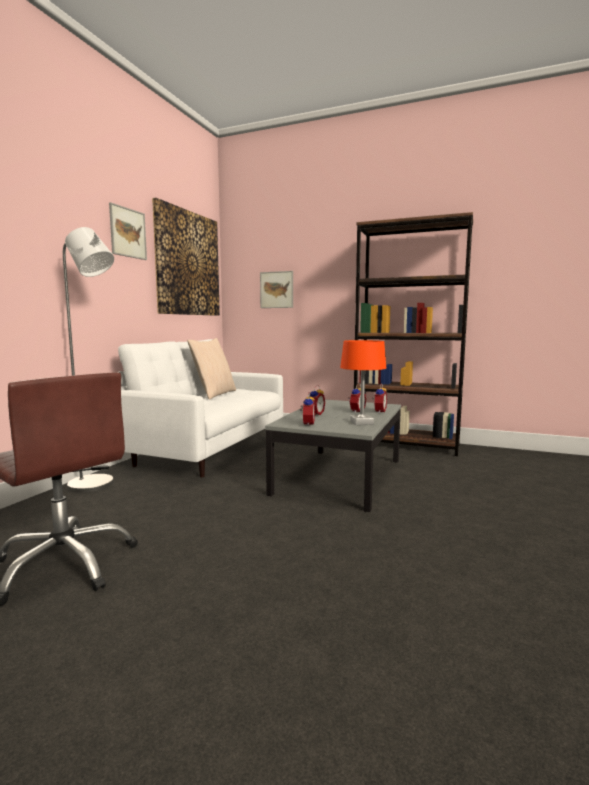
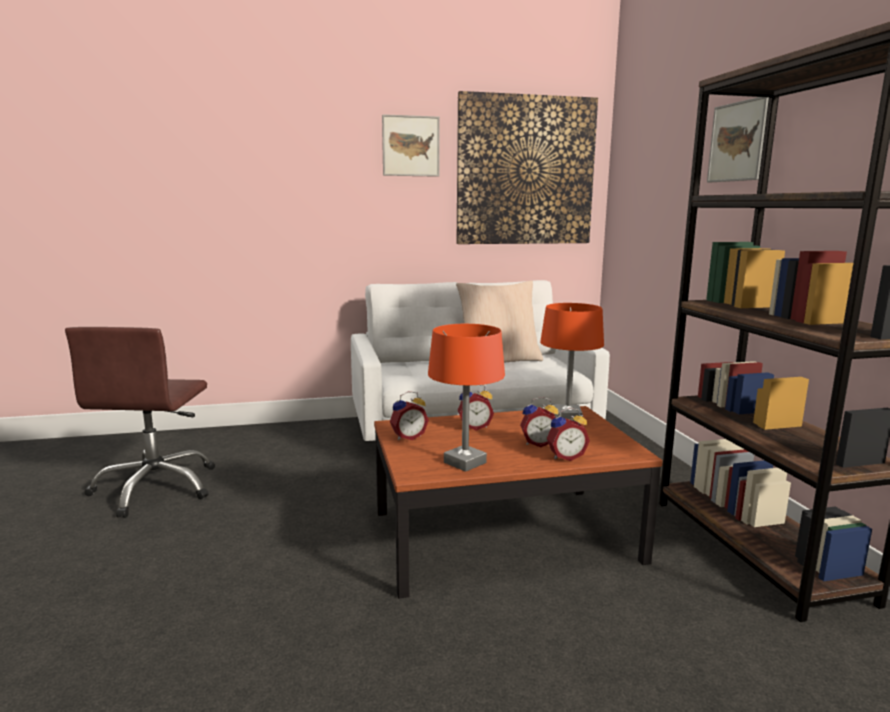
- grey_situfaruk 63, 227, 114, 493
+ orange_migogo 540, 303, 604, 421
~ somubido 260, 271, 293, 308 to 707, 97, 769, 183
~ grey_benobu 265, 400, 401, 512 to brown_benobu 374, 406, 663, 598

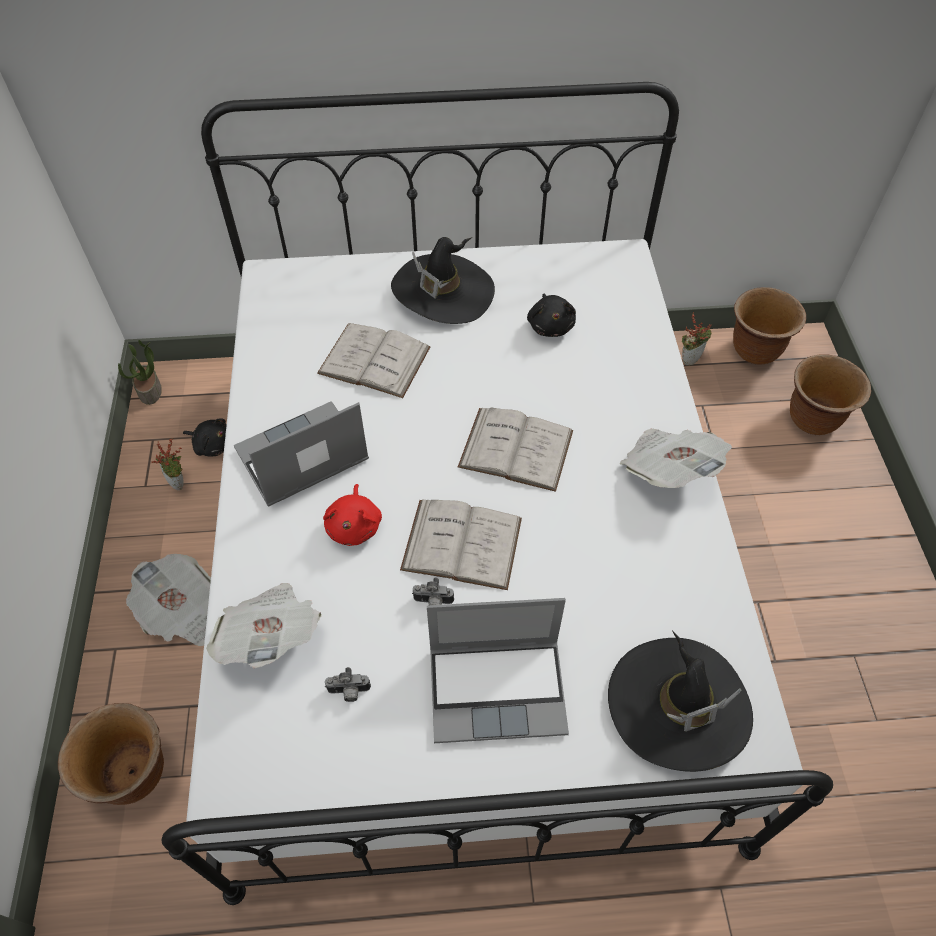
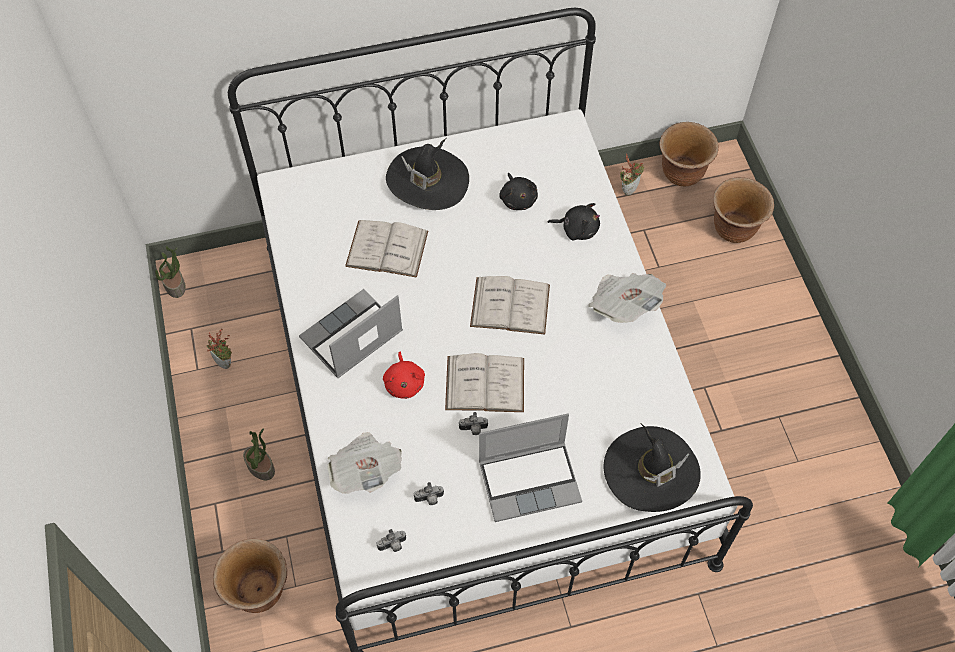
+ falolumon 377, 529, 406, 552
~ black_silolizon 183, 418, 227, 456 to 547, 203, 600, 241
~ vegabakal 126, 554, 211, 646 to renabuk 243, 428, 275, 480

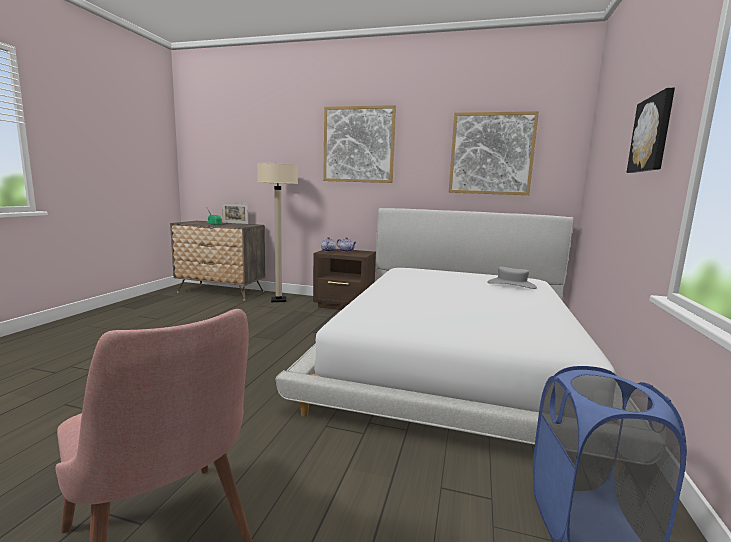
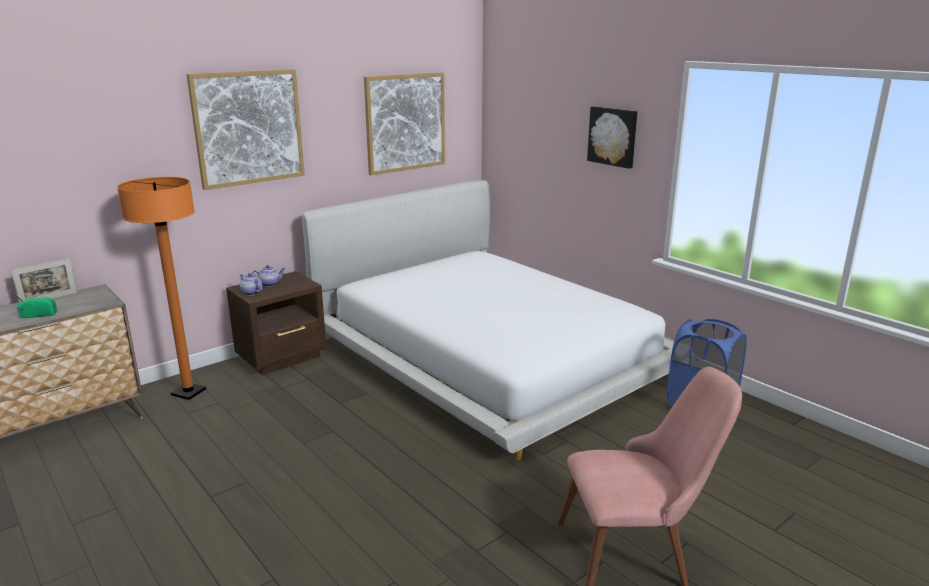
- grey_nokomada 487, 267, 537, 289
~ beige_situfaruk 257, 163, 298, 302 to orange_situfaruk 117, 177, 206, 400

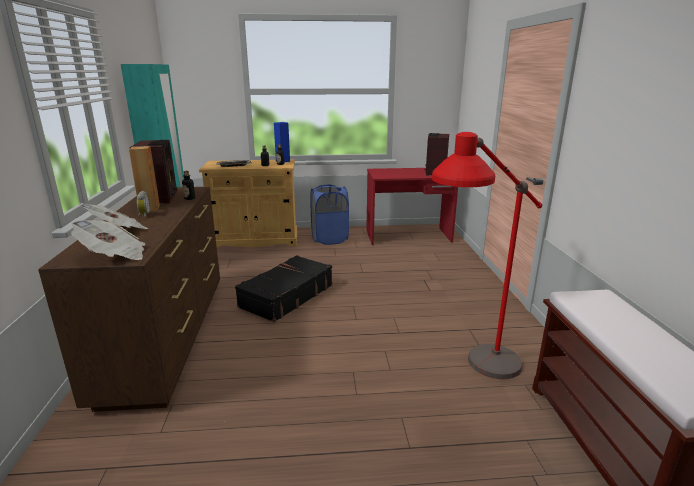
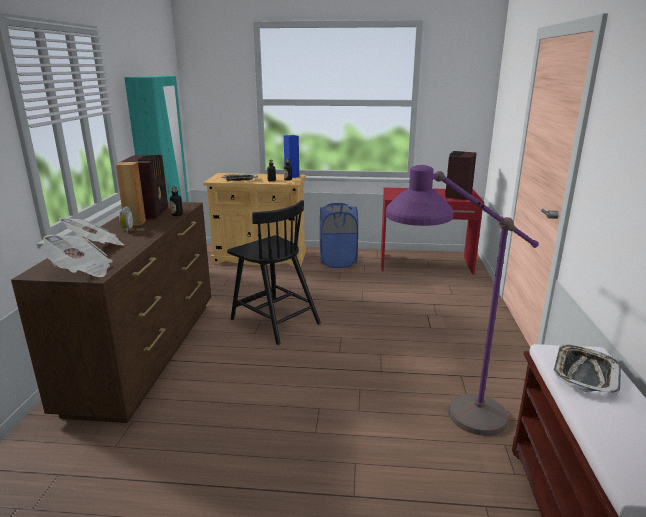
+ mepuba 554, 344, 621, 395
~ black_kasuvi 235, 255, 332, 322 to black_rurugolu 227, 200, 321, 345
~ red_situfaruk 432, 132, 542, 379 to purple_situfaruk 386, 165, 539, 436

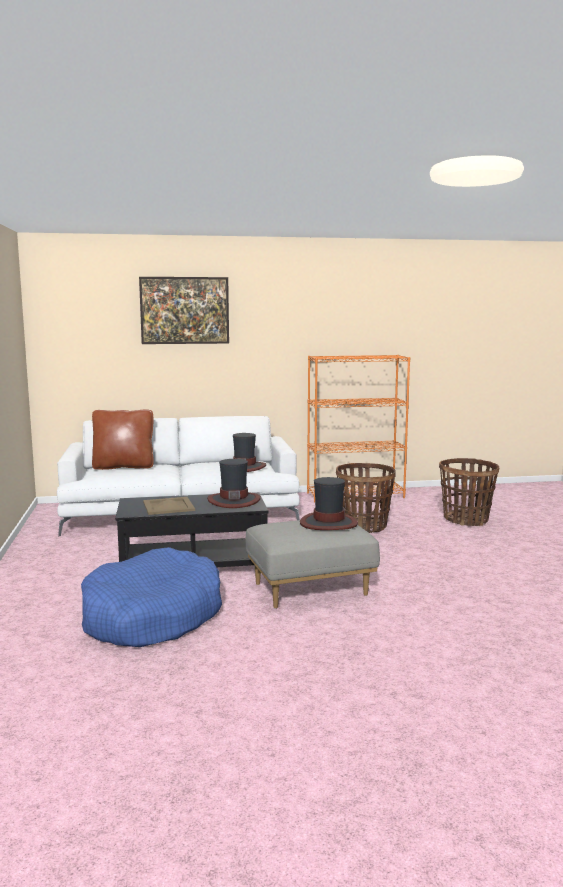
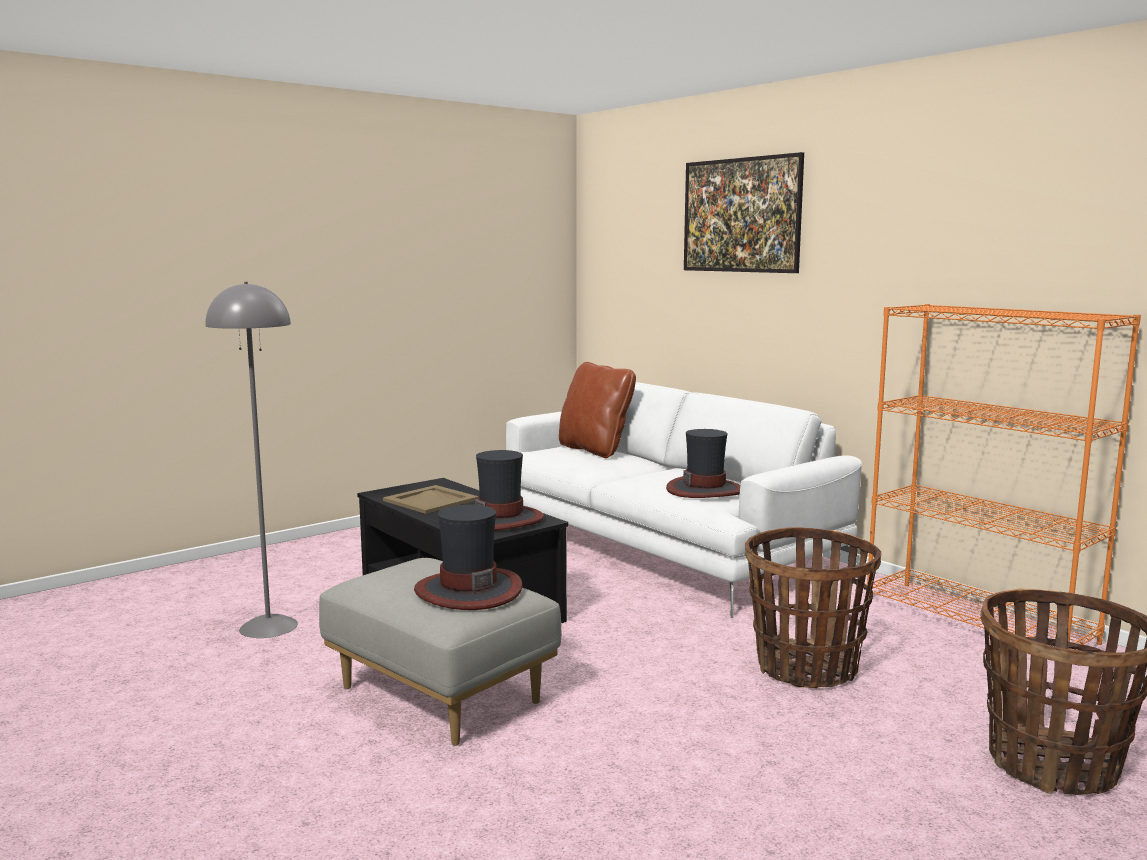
~ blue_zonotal 81, 547, 222, 647 to grey_situfaruk 205, 282, 298, 638

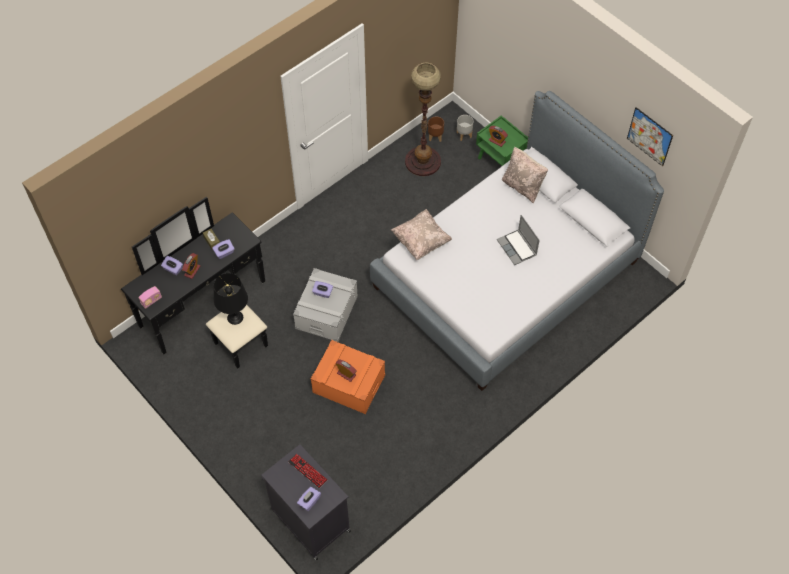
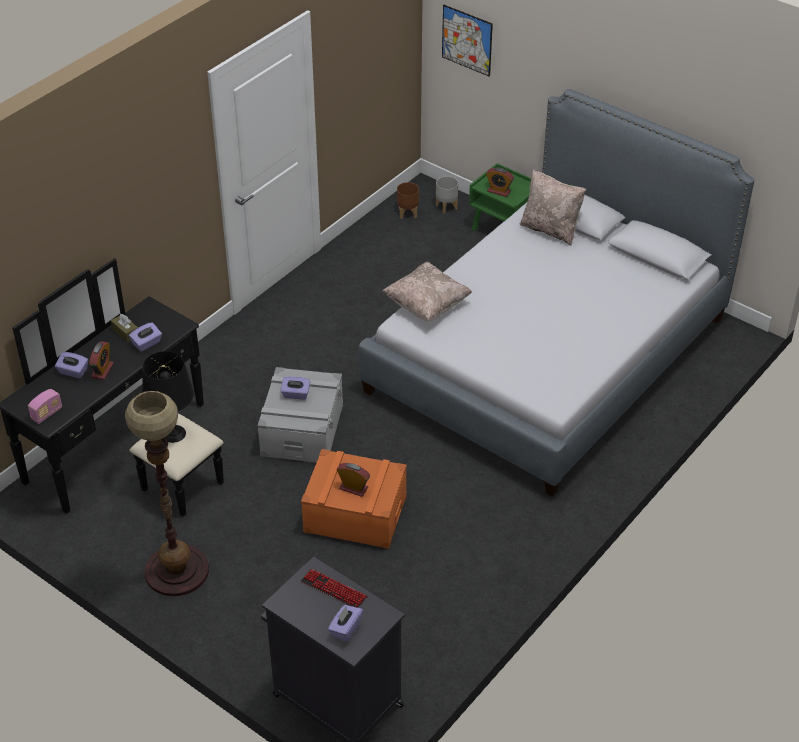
- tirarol 497, 215, 540, 265
~ situfaruk 405, 63, 441, 176 to 125, 391, 209, 596
~ somubido 627, 107, 673, 167 to 442, 5, 493, 76

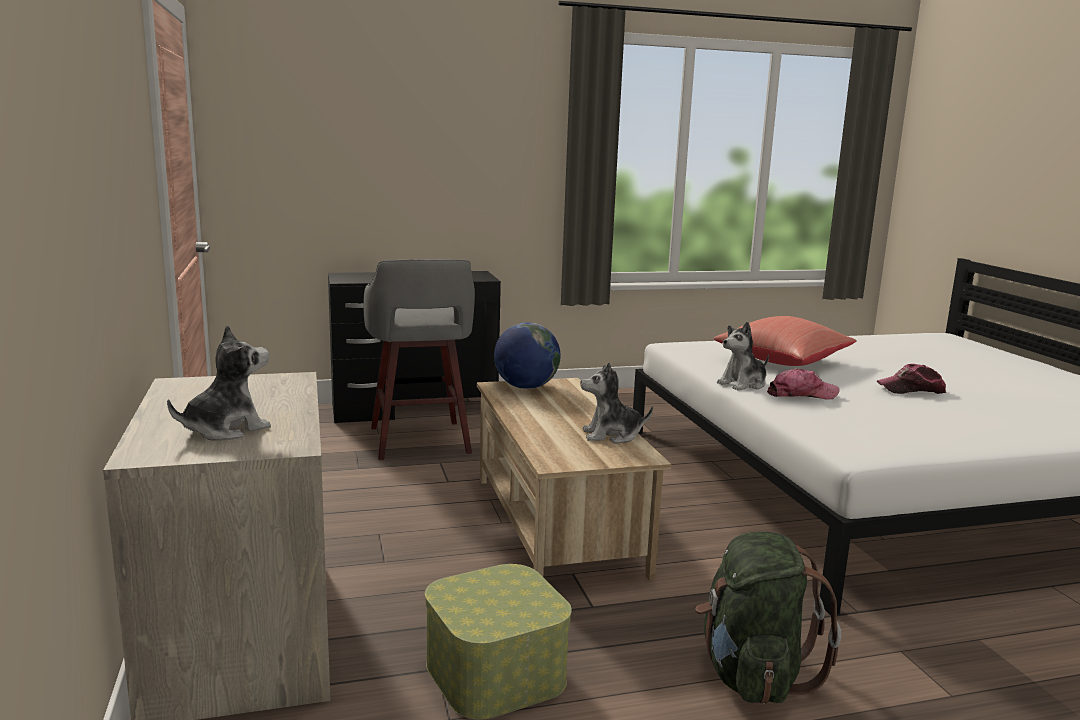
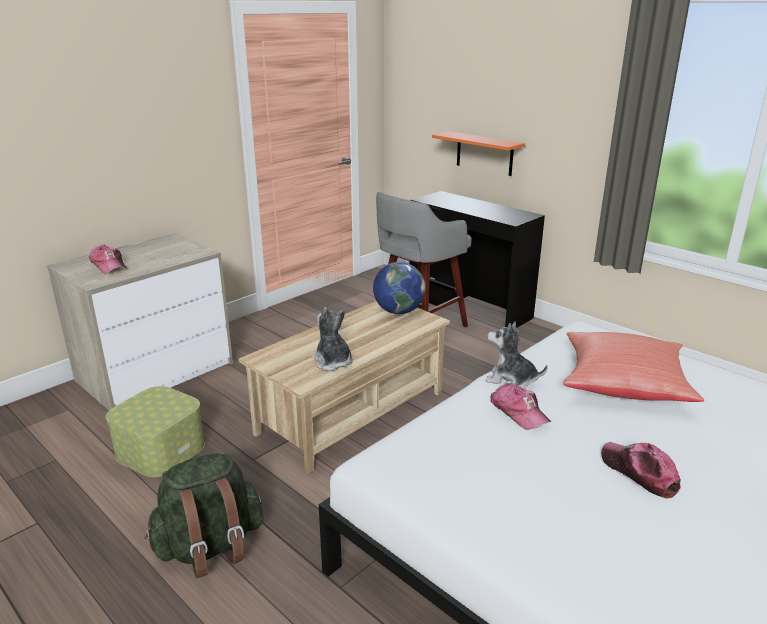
+ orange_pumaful 432, 131, 525, 176
~ silolizon 167, 325, 271, 441 to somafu 89, 244, 127, 274

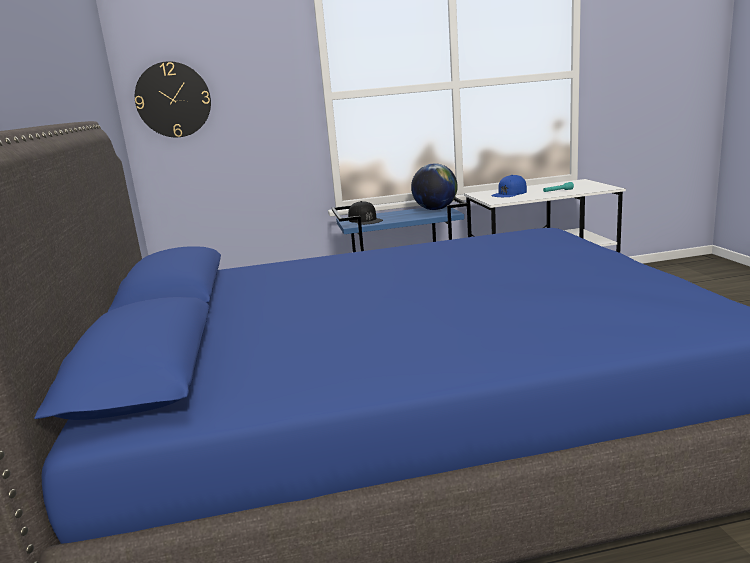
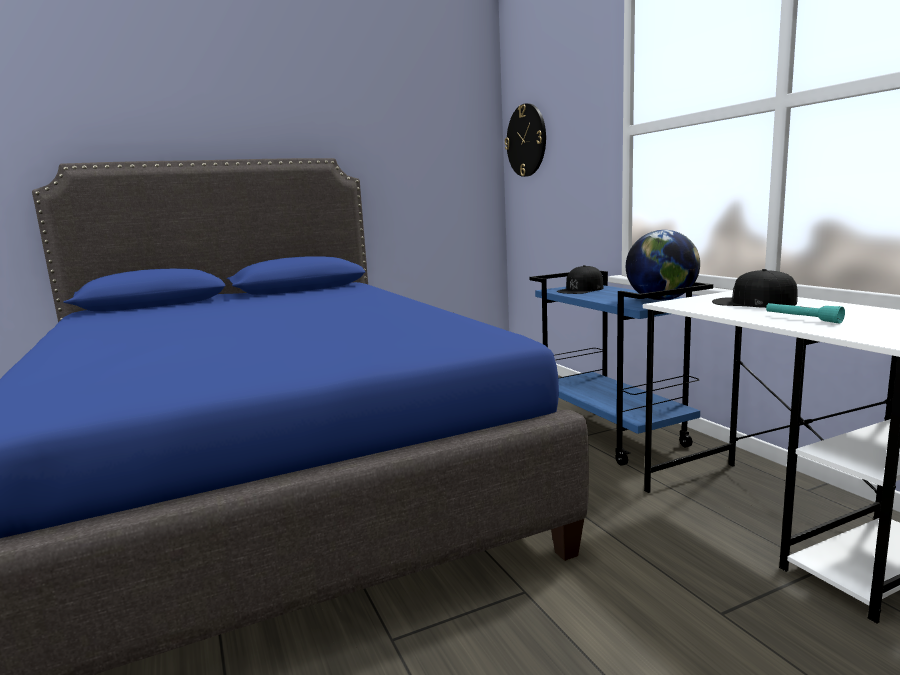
~ blue_somafu 491, 175, 527, 197 to black_somafu 712, 269, 798, 308

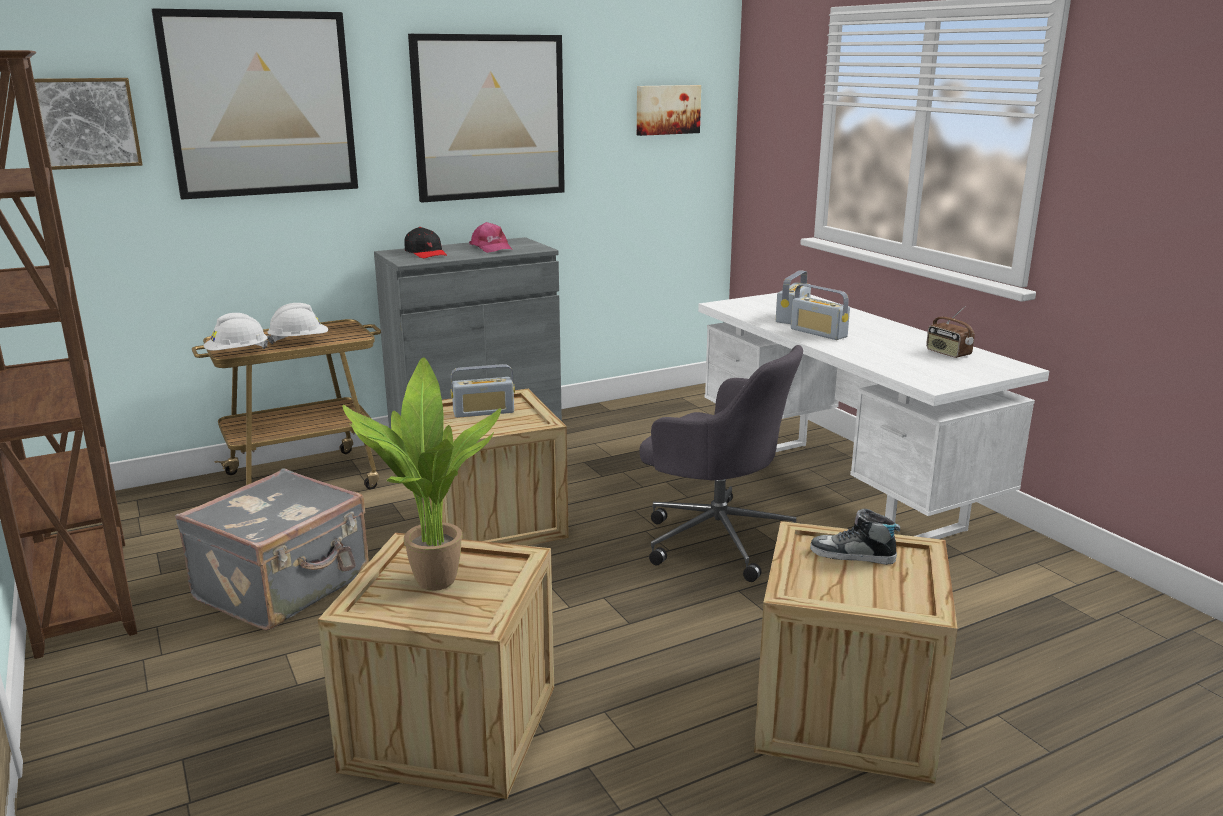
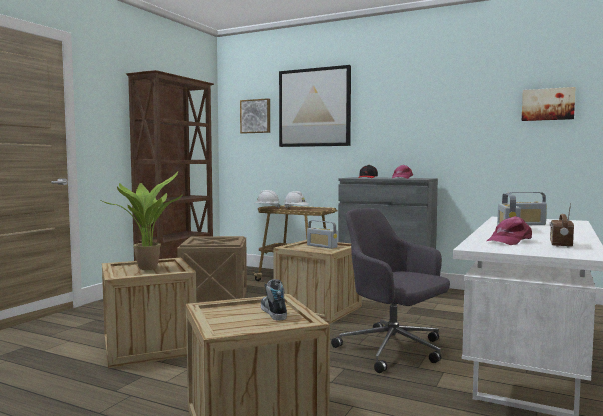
- somubido 408, 34, 565, 203
+ pink_somafu 487, 216, 532, 245
~ grey_kasuvi 175, 468, 369, 631 to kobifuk 177, 236, 247, 303
~ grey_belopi 640, 345, 804, 582 = 331, 208, 450, 373 135 degrees clockwise

